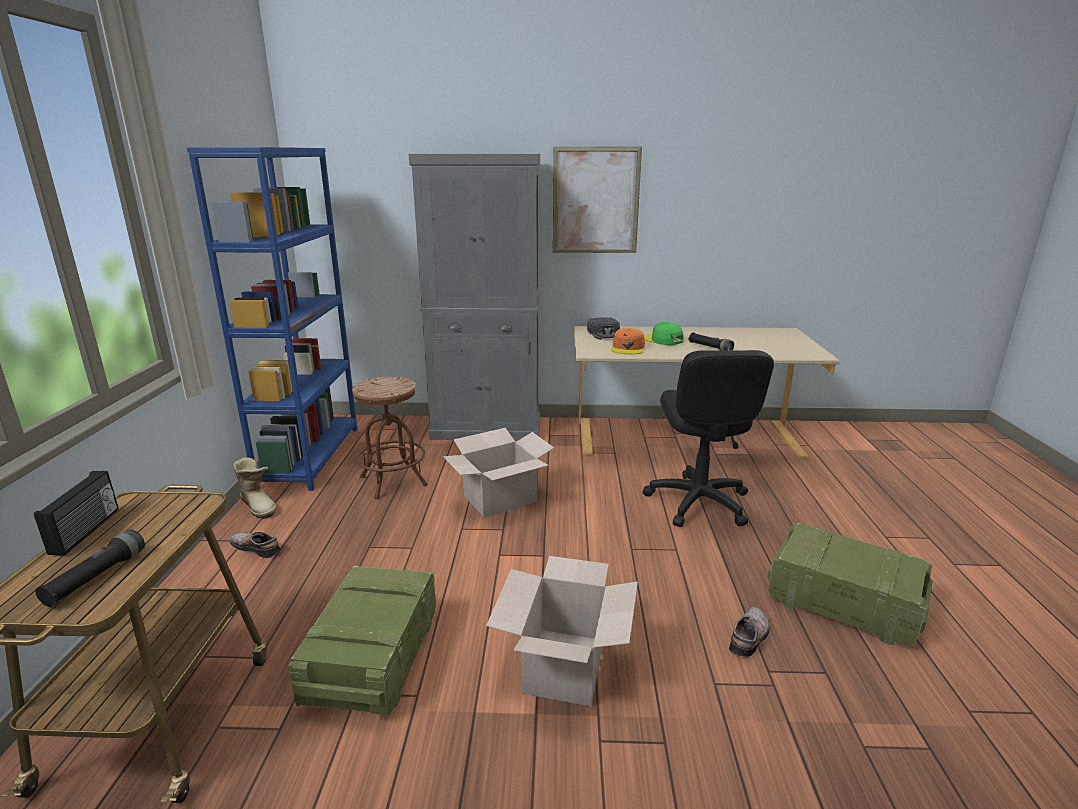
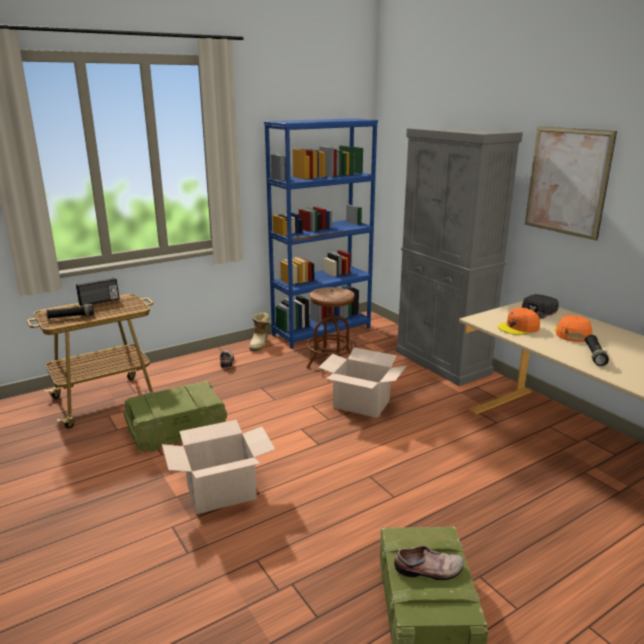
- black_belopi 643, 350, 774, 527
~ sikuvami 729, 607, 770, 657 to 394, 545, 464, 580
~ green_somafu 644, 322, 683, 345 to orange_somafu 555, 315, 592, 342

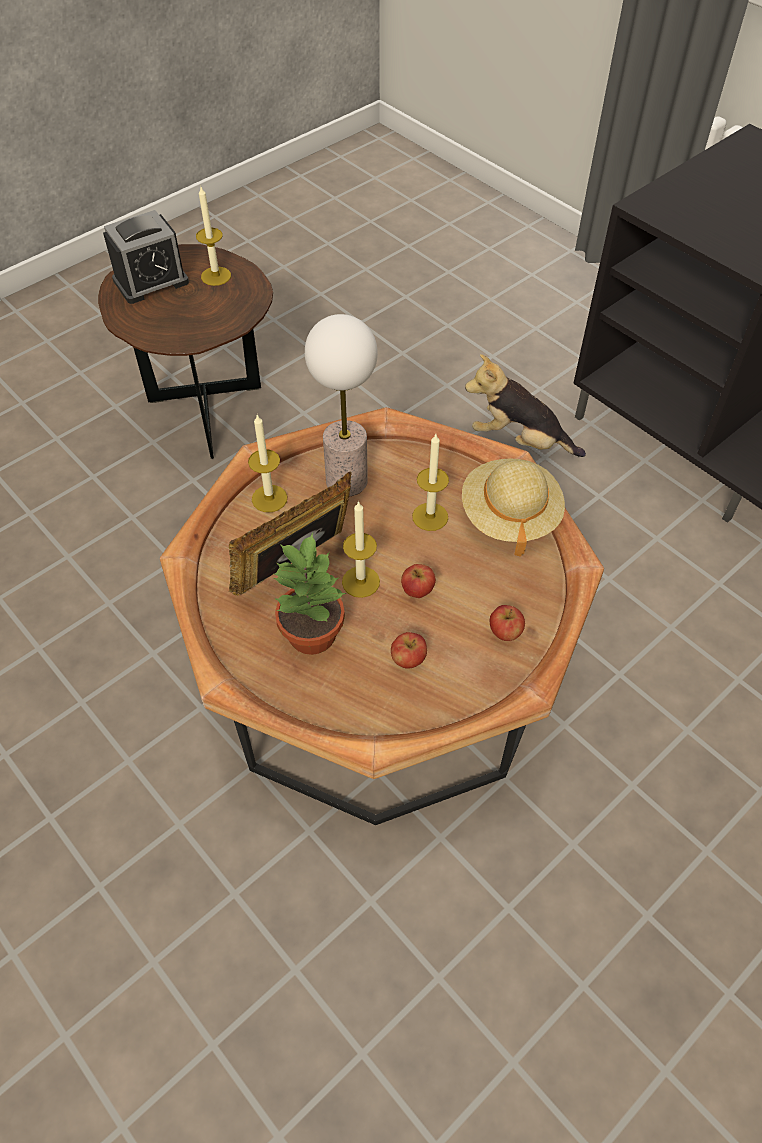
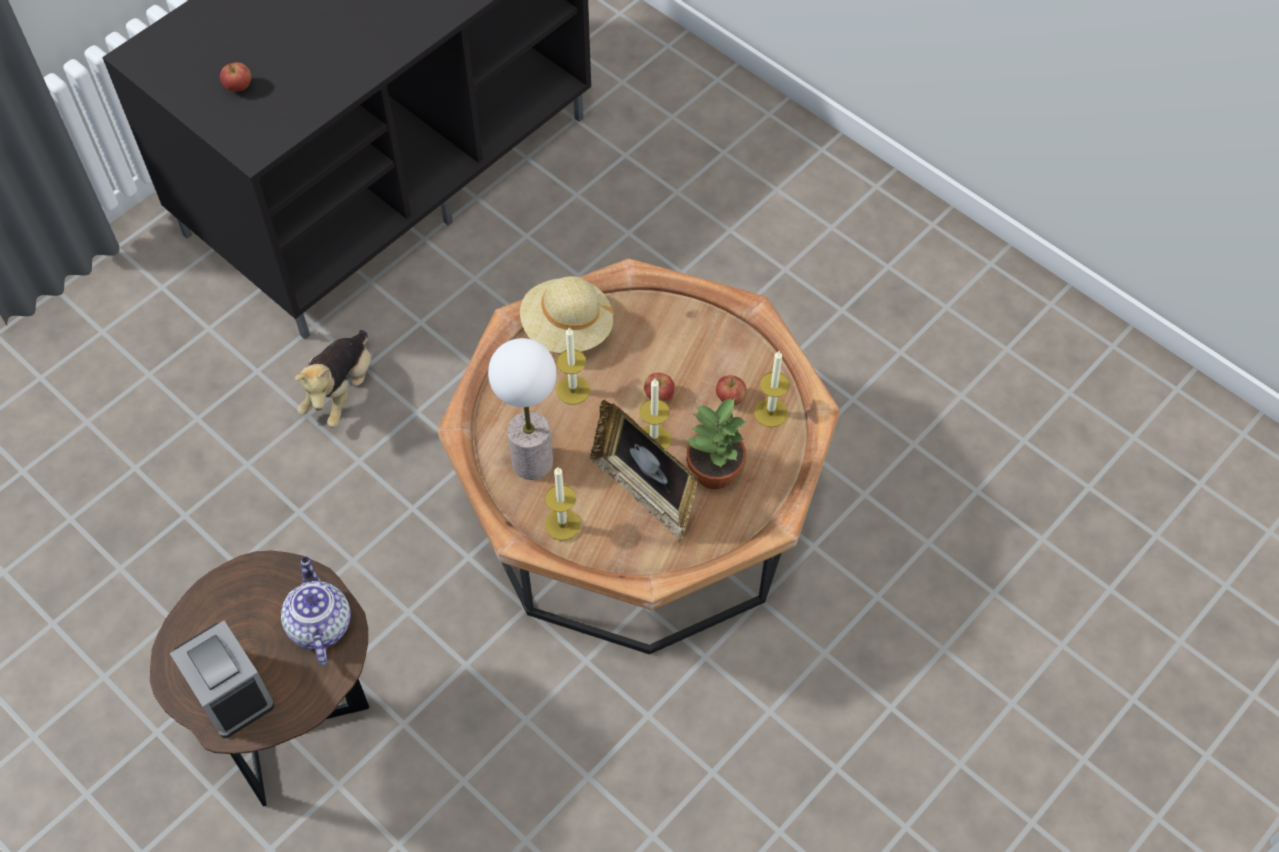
+ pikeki 281, 556, 351, 665
~ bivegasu 196, 187, 231, 286 to 754, 351, 790, 427
~ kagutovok 490, 605, 525, 641 to 220, 62, 251, 92

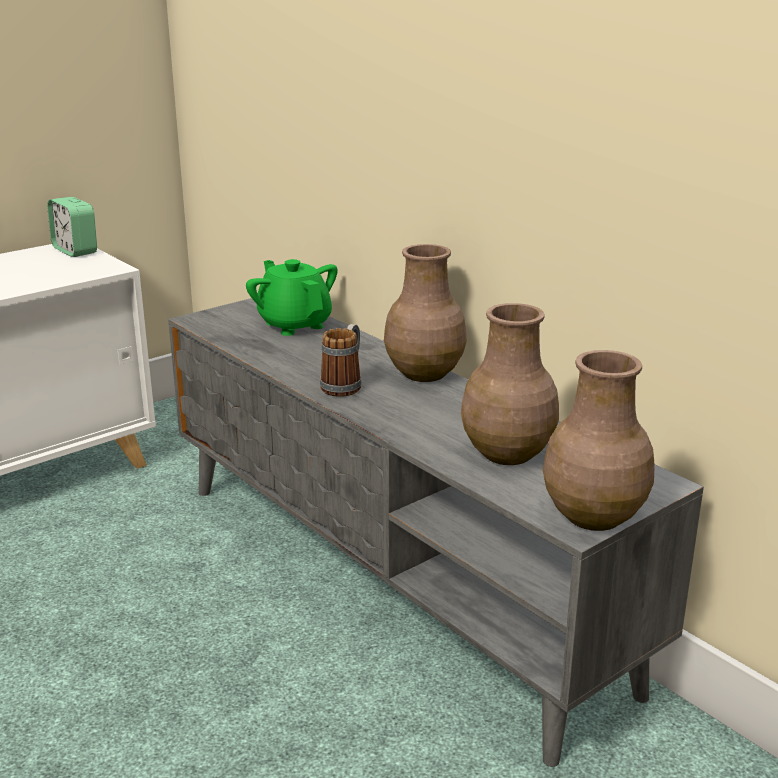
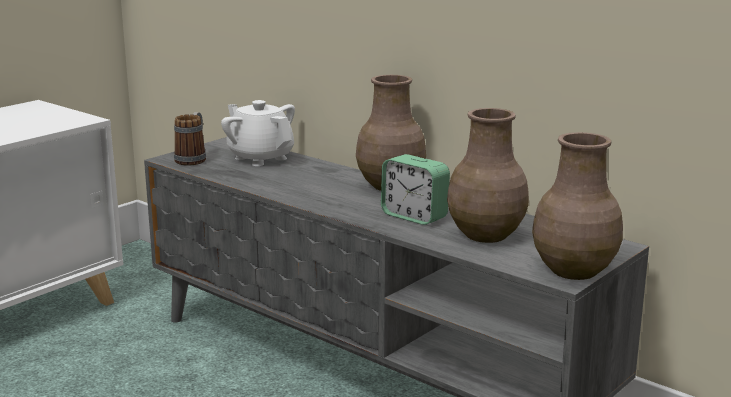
~ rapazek 47, 197, 97, 257 to 381, 154, 450, 225
~ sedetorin 320, 324, 361, 397 to 174, 112, 206, 166
~ green_pikeki 246, 259, 338, 336 to white_pikeki 221, 100, 295, 166

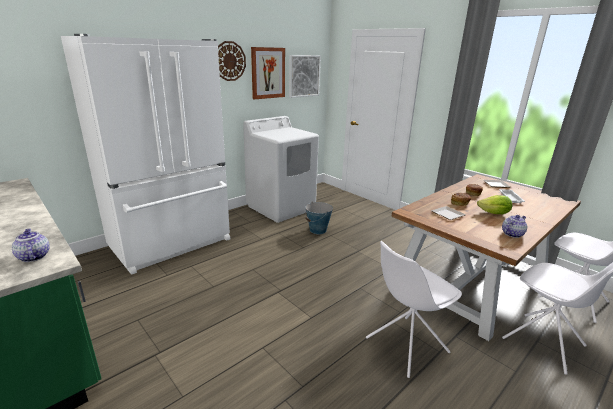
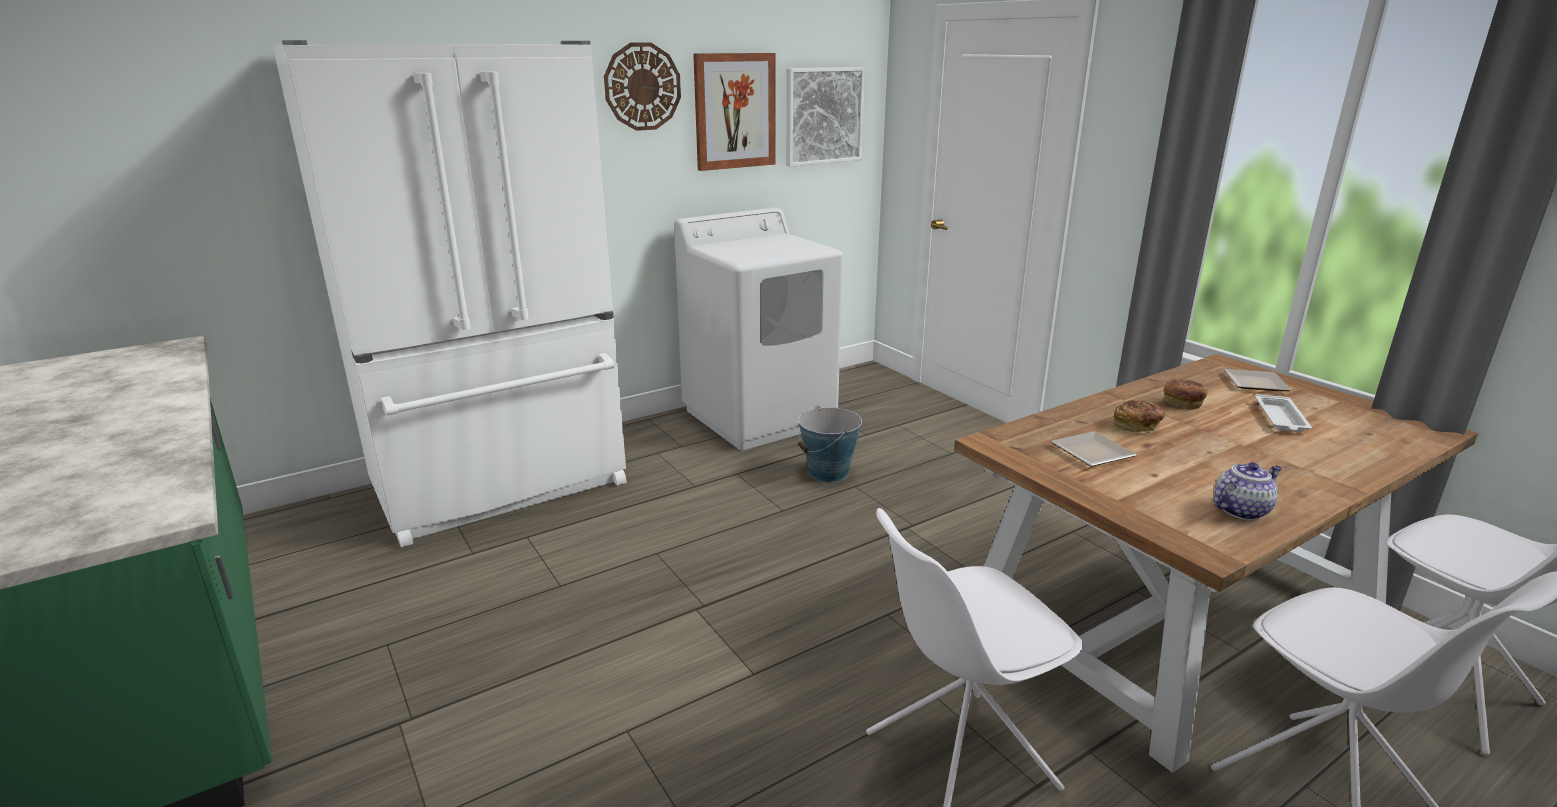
- pikeki 12, 228, 50, 262
- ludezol 477, 195, 512, 214

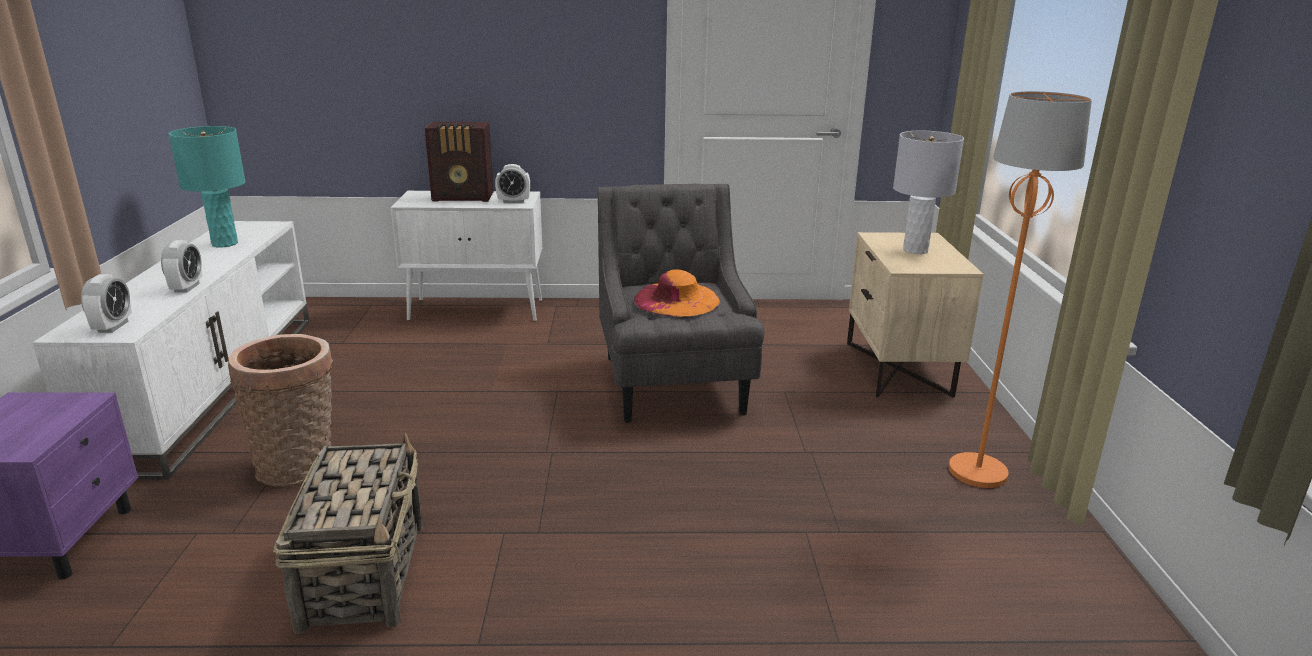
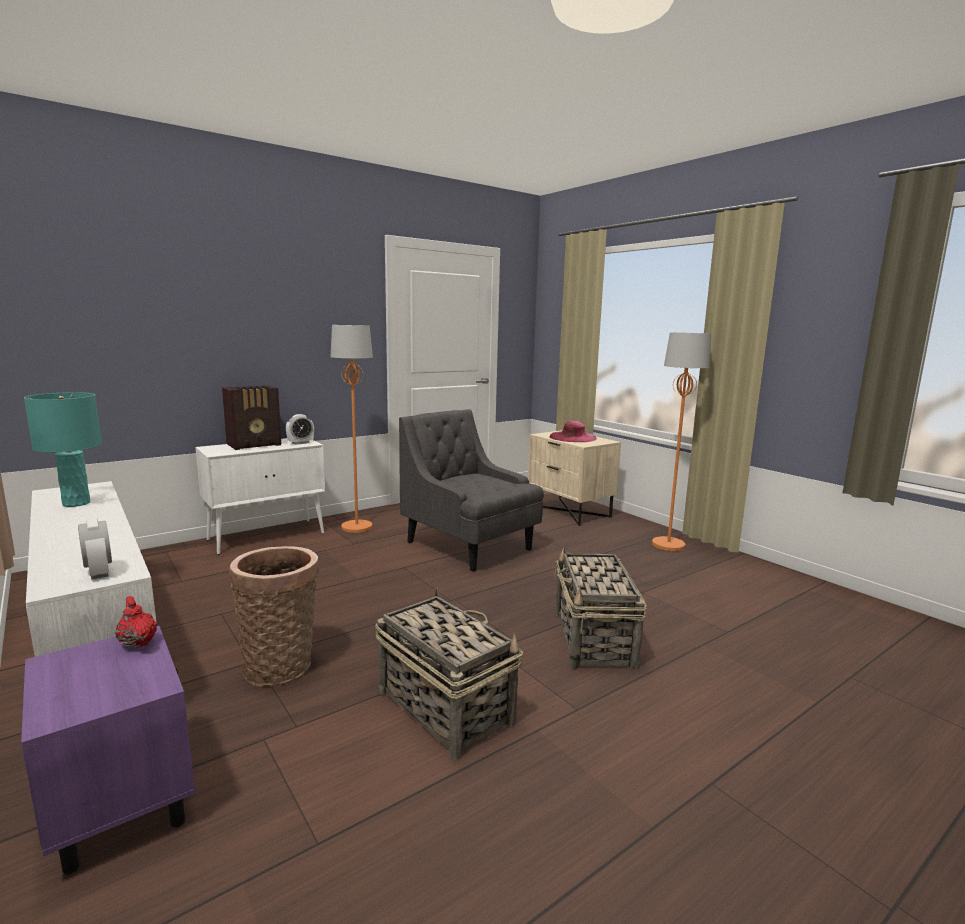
- rapazek 161, 240, 202, 293
- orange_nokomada 634, 269, 720, 317
+ red_pikeki 115, 596, 157, 648
+ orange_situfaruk 331, 325, 373, 533
+ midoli 554, 548, 647, 670
~ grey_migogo 893, 131, 964, 254 to pink_nokomada 550, 421, 597, 442

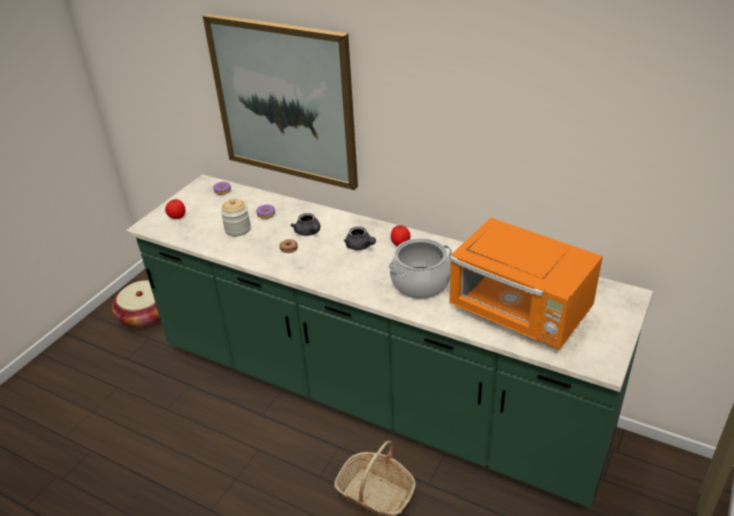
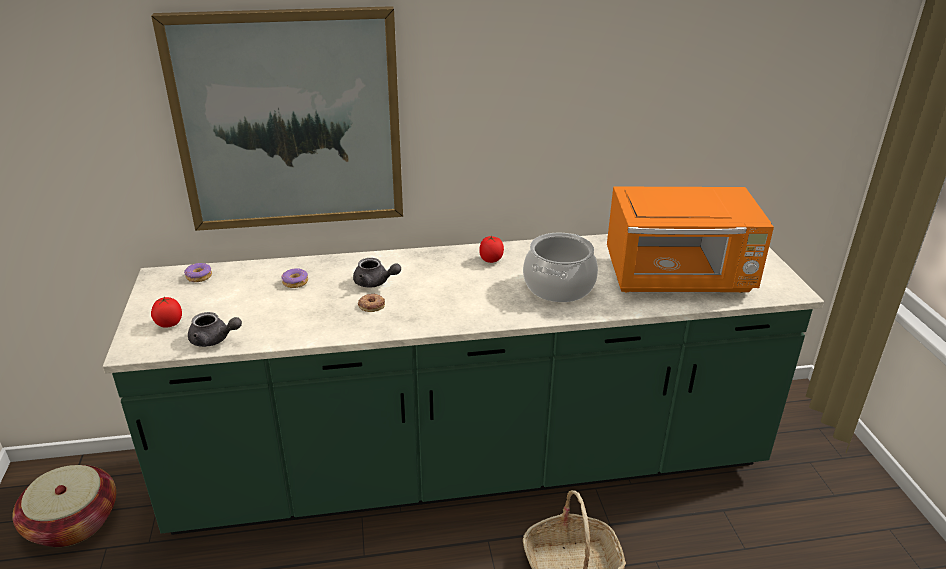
- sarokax 221, 199, 251, 237
~ grey_pikeki 344, 226, 376, 250 to 188, 312, 242, 347

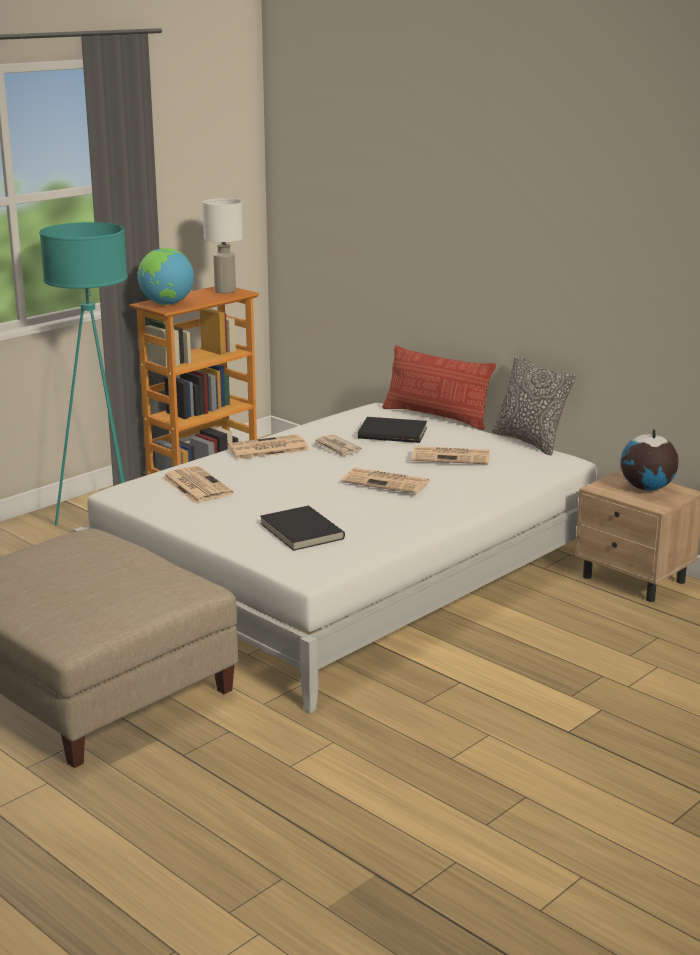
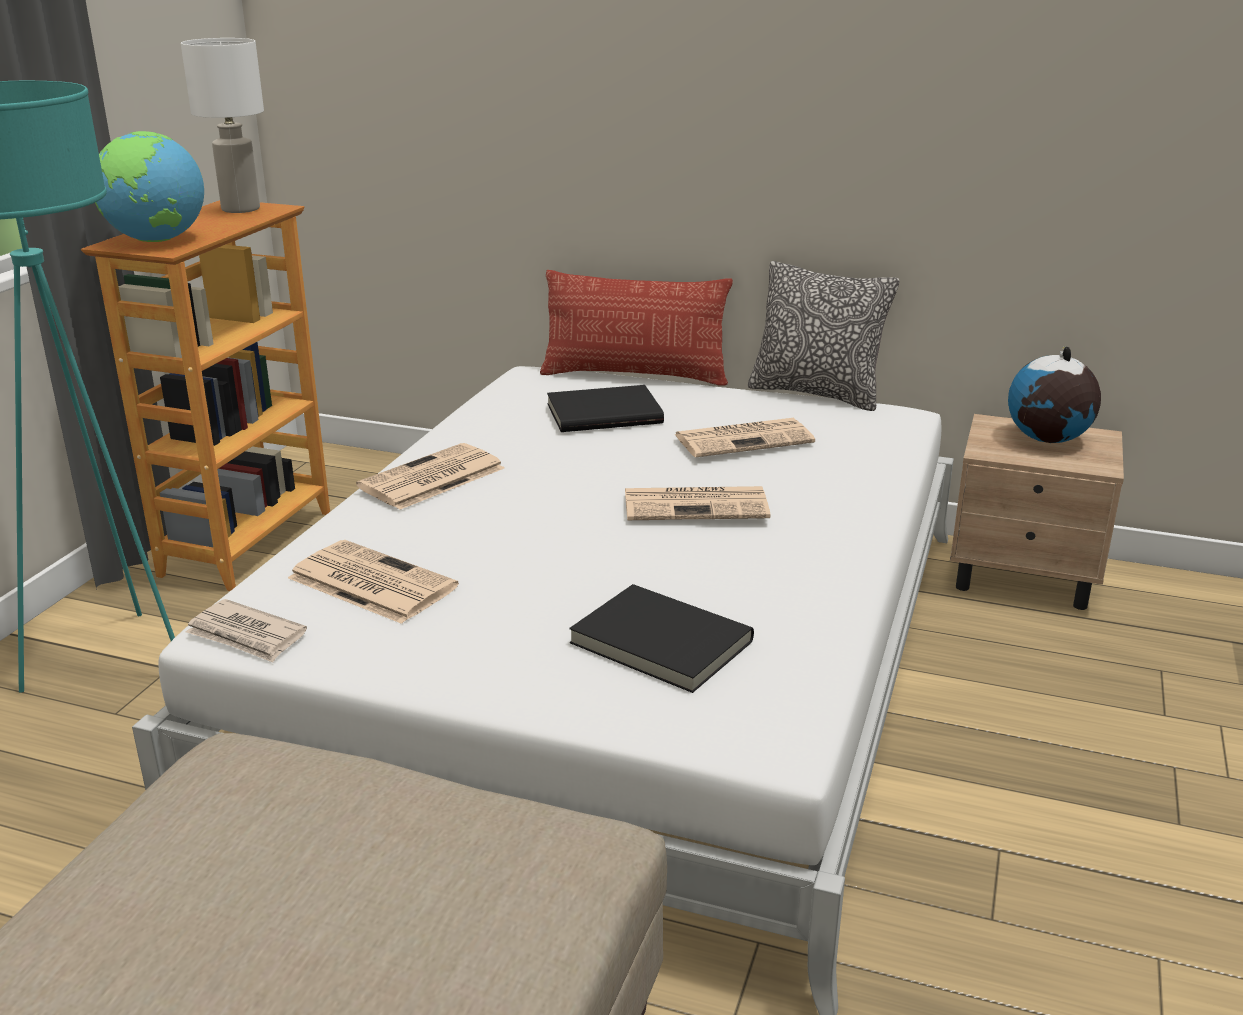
~ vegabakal 313, 435, 362, 458 to 186, 599, 307, 662

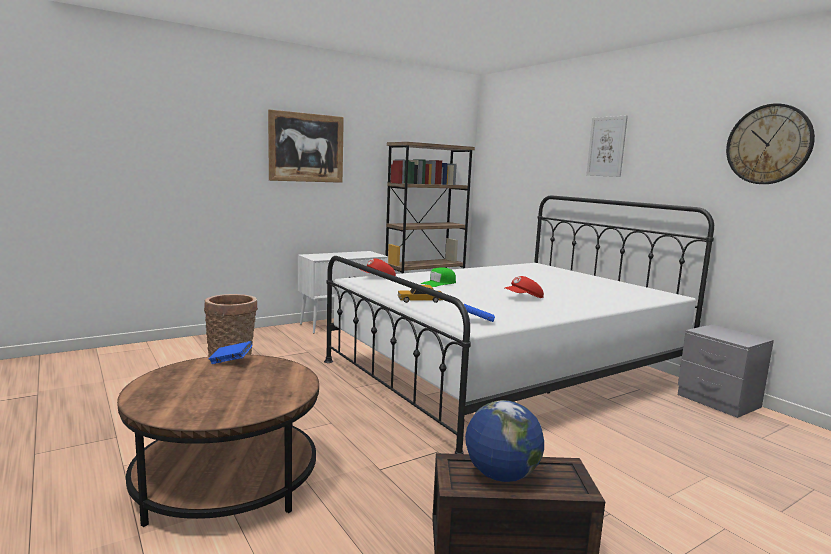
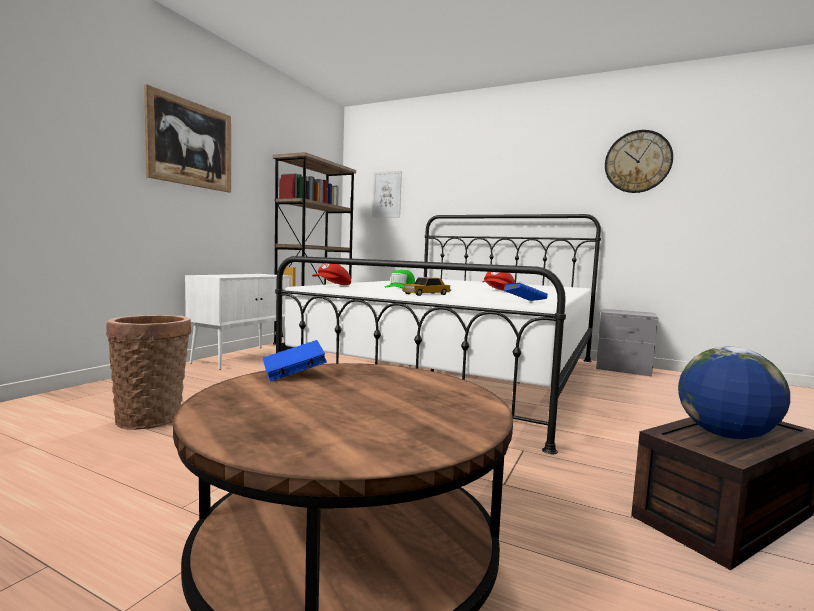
~ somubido 586, 115, 628, 177 to 372, 171, 402, 218

